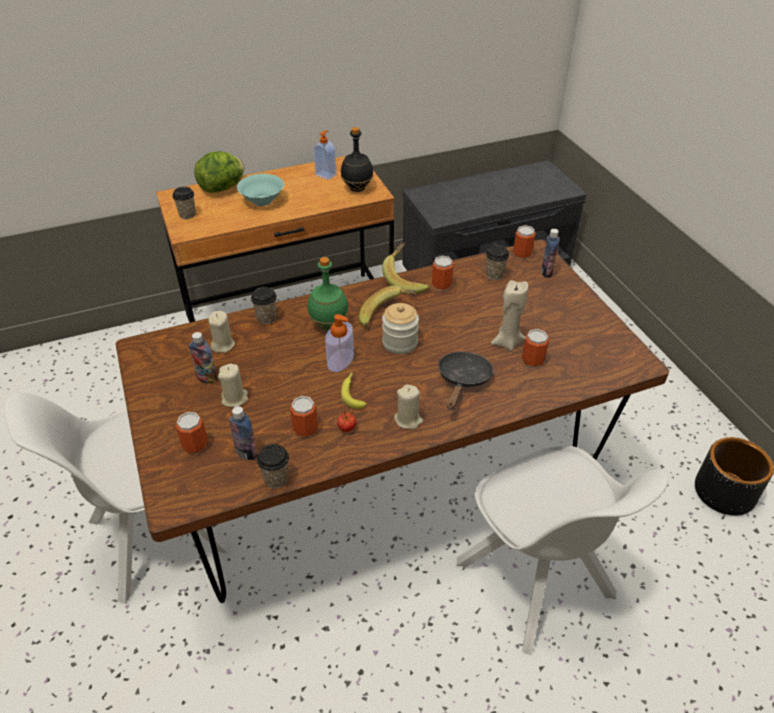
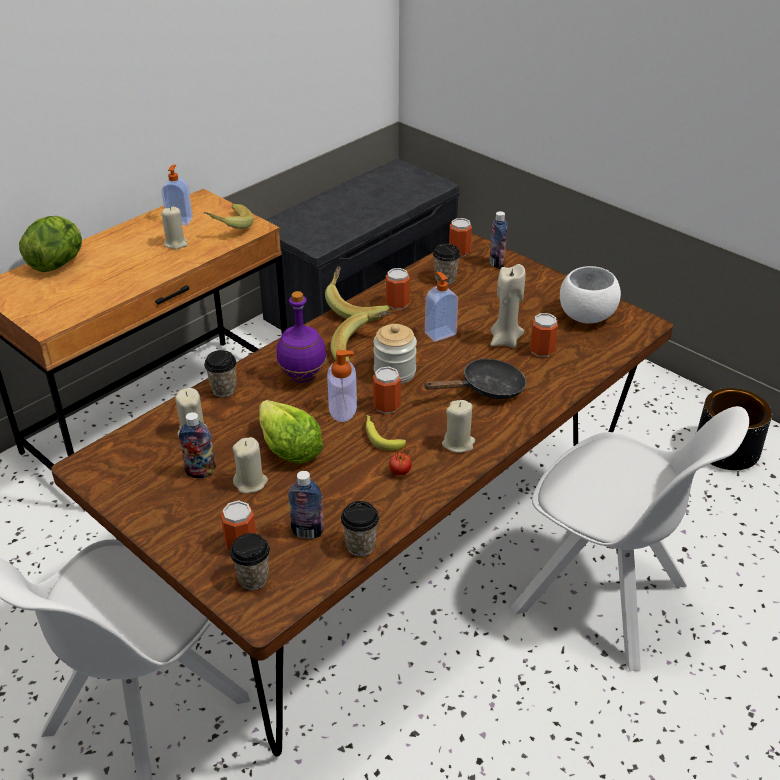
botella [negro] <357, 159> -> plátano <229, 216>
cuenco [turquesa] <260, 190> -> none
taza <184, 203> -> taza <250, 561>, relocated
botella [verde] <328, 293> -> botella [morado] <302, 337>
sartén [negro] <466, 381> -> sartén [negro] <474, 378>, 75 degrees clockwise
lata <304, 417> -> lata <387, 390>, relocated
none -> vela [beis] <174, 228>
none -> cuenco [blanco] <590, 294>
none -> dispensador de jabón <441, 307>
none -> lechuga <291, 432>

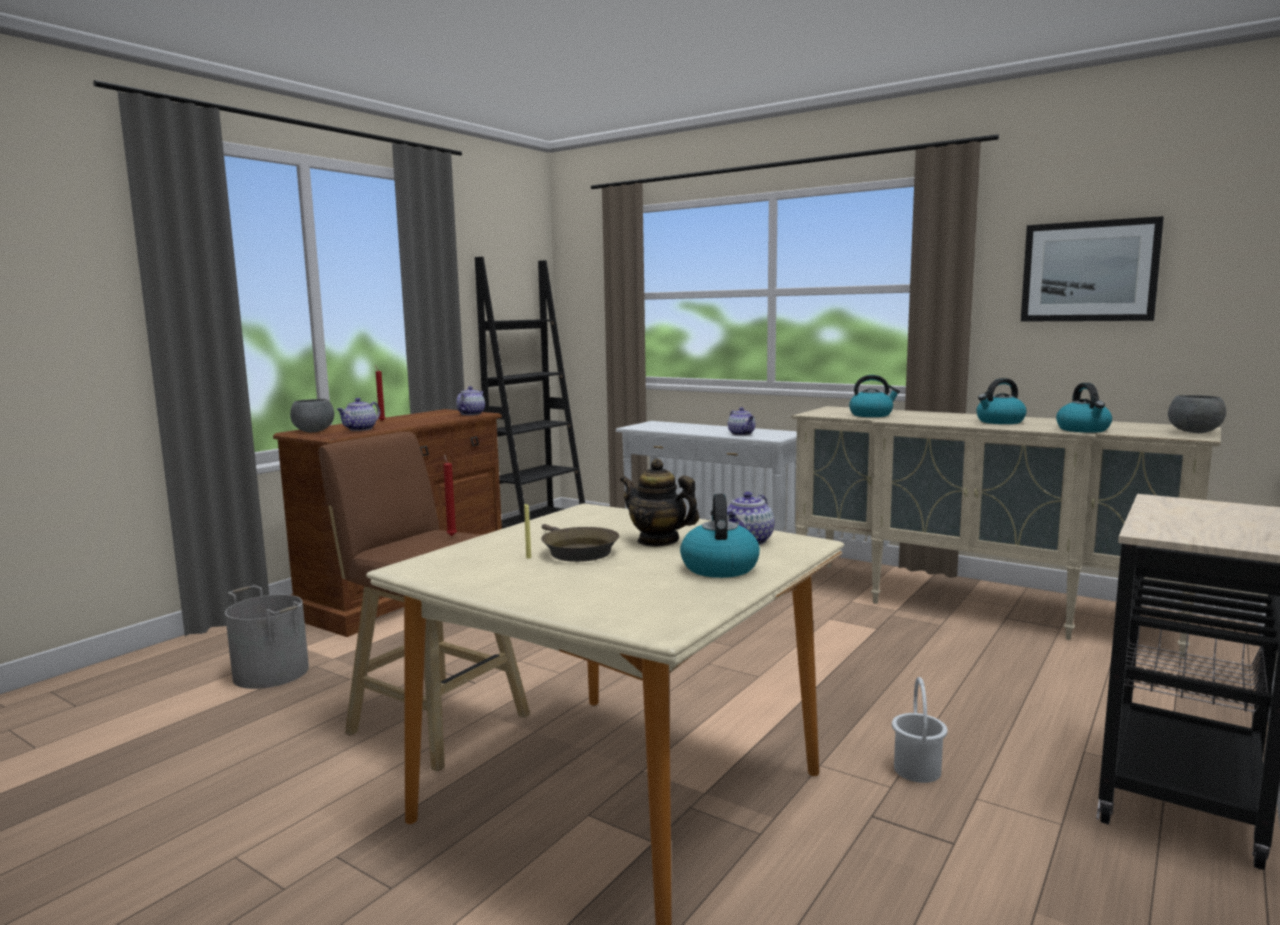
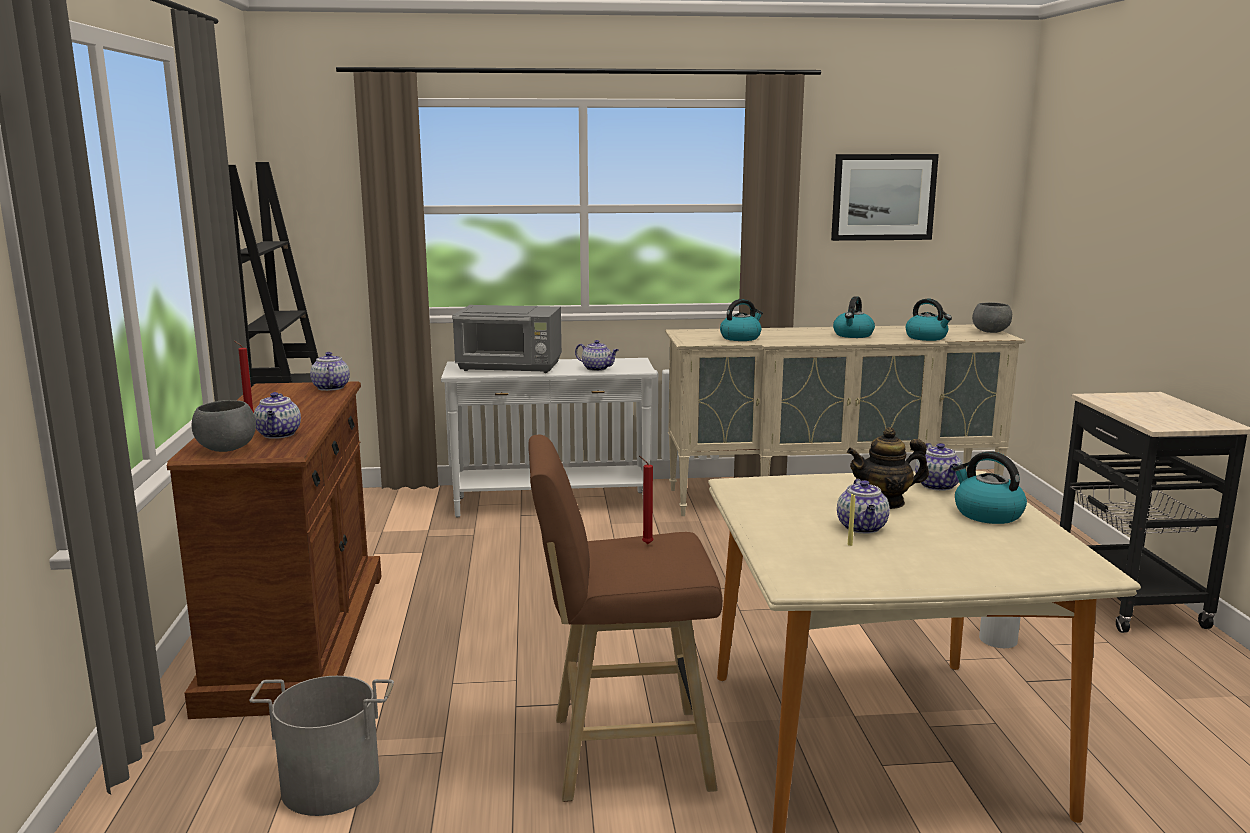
sartén [marrón] <580, 543> -> tetera <863, 506>
none -> microondas [gris] <507, 339>

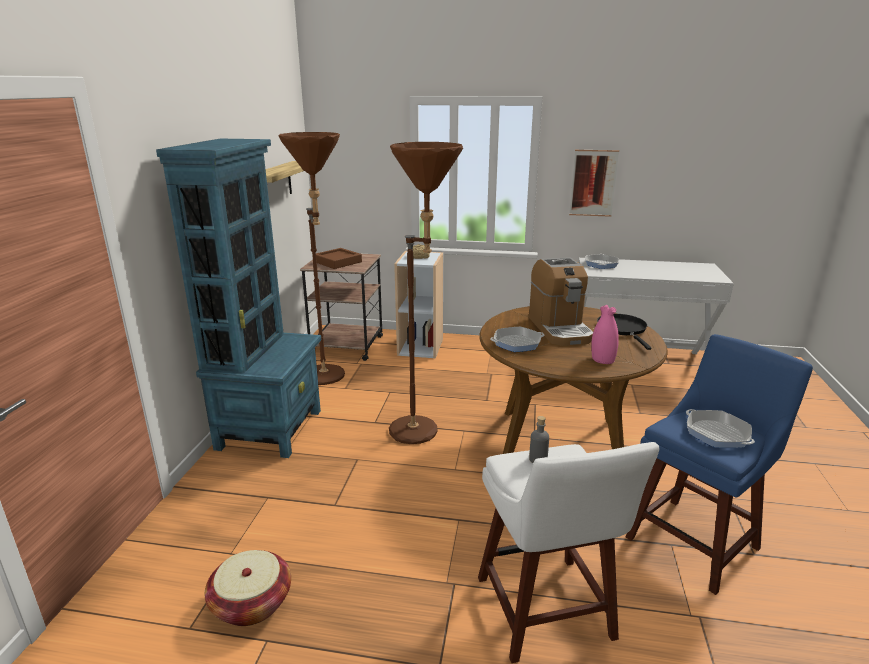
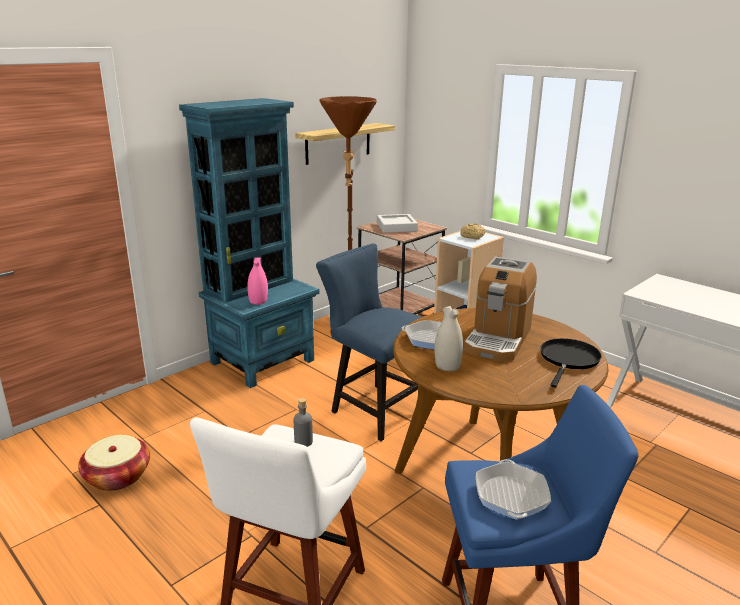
lámpara de pie [marrón] <426, 293> -> silla [azul] <369, 342>
cuadro <594, 183> -> none
bandeja [marrón] <339, 258> -> bandeja [gris] <397, 223>
sartén <602, 261> -> none
florero [rosa] <605, 334> -> florero [rosa] <257, 281>, relocated
none -> florero [blanco] <448, 338>

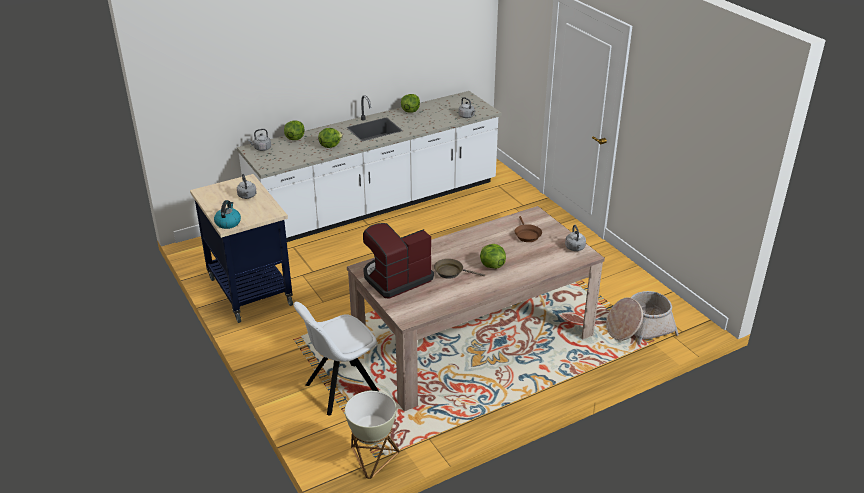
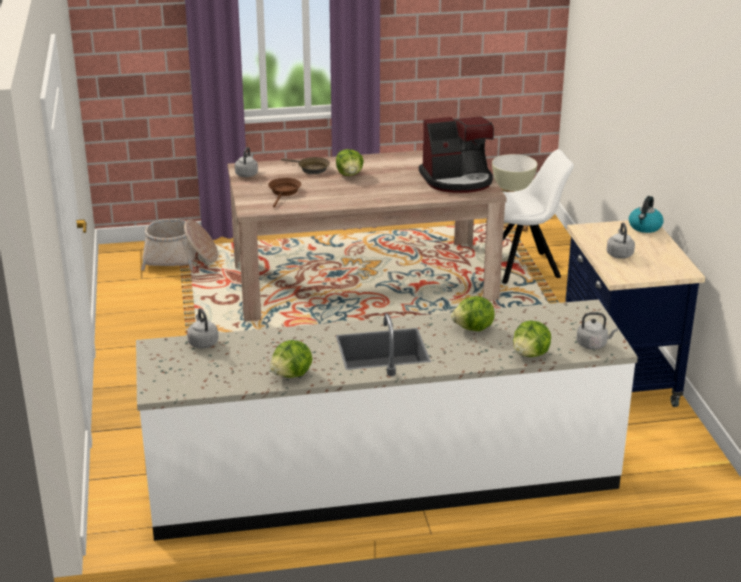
sartén [marrón] <459, 269> -> sartén [marrón] <305, 165>, relocated

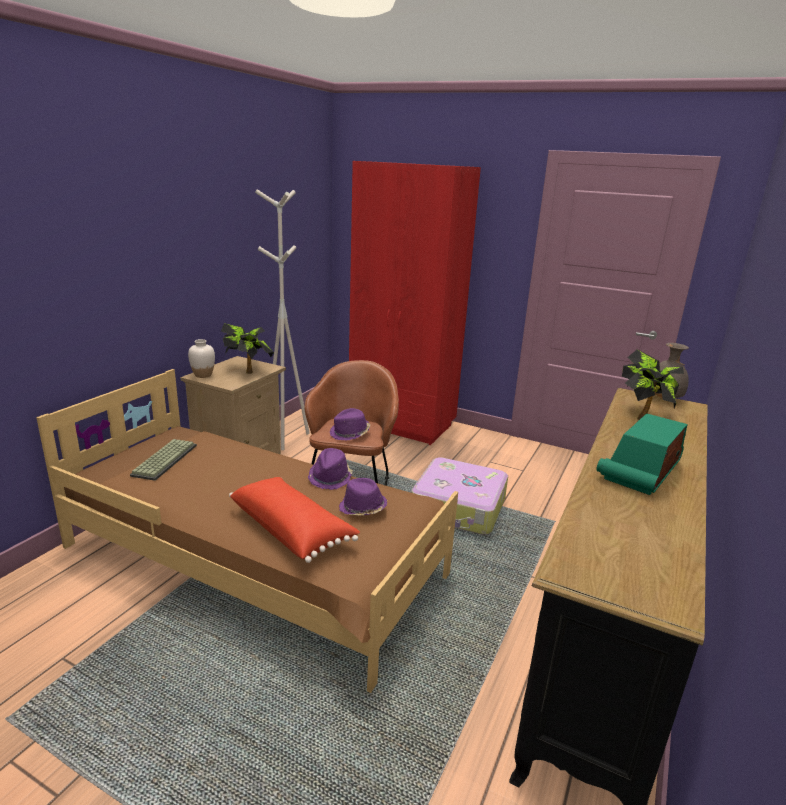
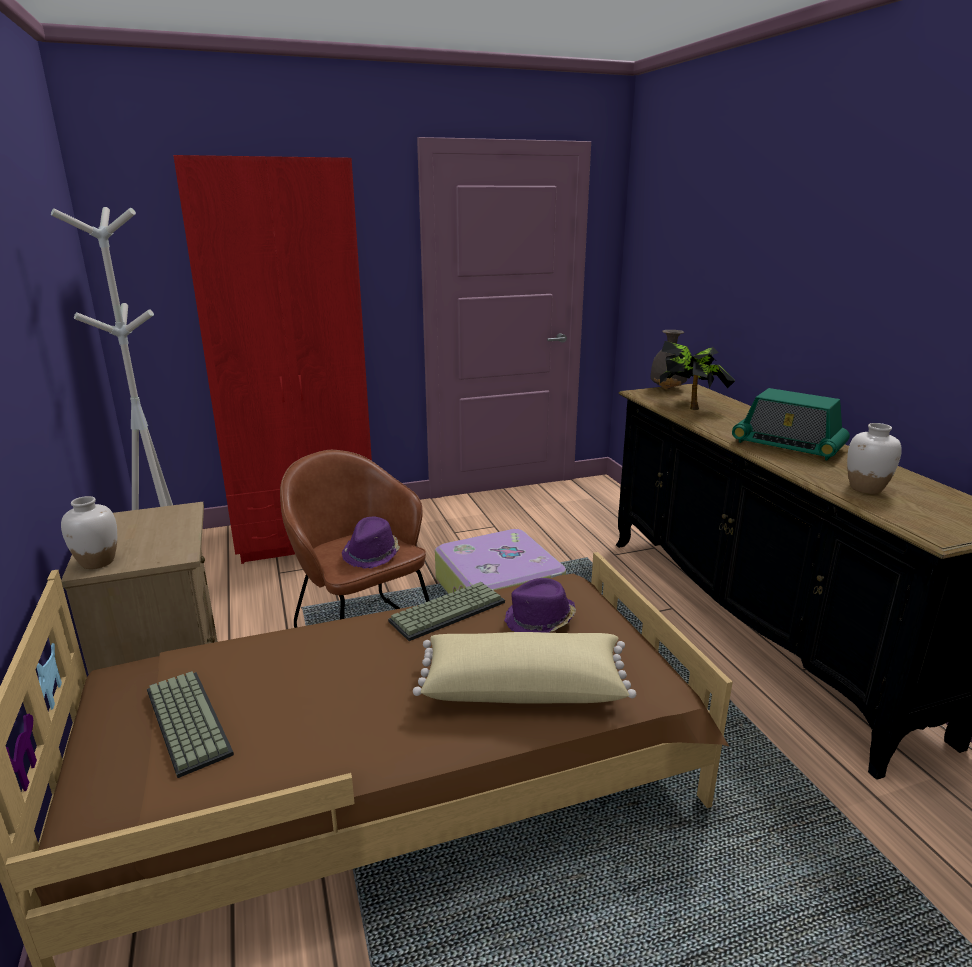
planta en maceta <247, 348> -> none
radio <642, 454> -> radio <791, 424>, 45 degrees counterclockwise
sombrero [morado] <330, 469> -> teclado <446, 611>
cojín [rojo] <294, 520> -> cojín [beis] <524, 668>
none -> florero [blanco] <874, 458>

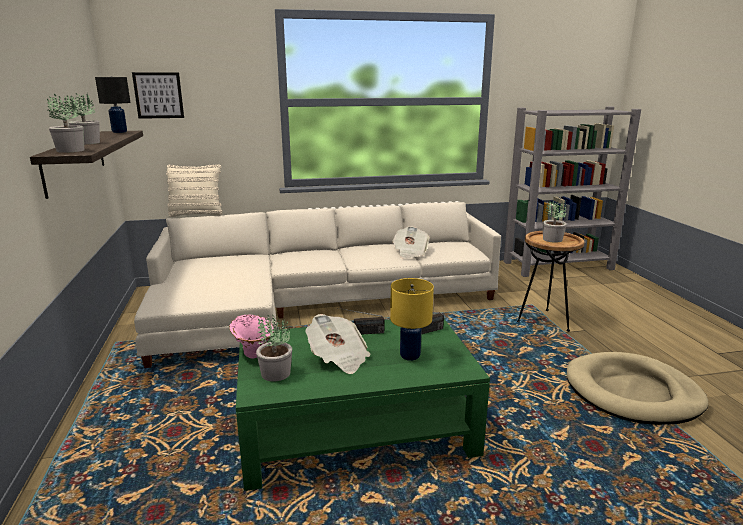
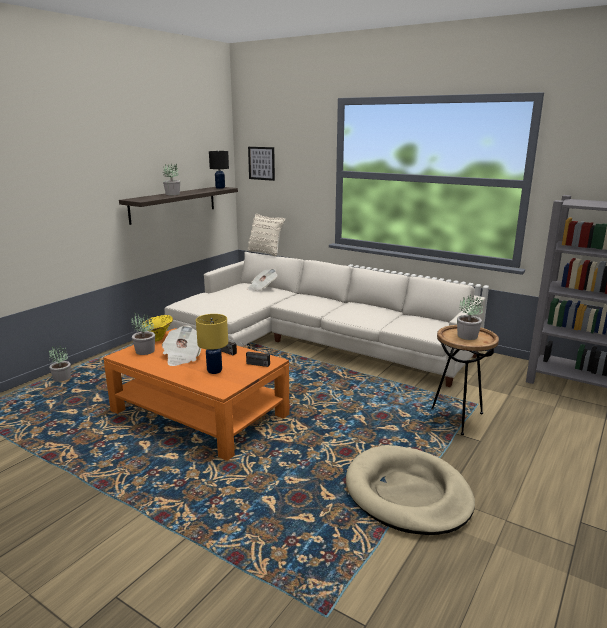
planta en maceta <65, 123> -> planta en maceta <60, 363>, relocated
periódico <411, 242> -> periódico <262, 280>, relocated
florero [rosa] <251, 336> -> florero [amarillo] <157, 328>
mesa de centro [verde] <363, 405> -> mesa de centro [naranja] <196, 394>

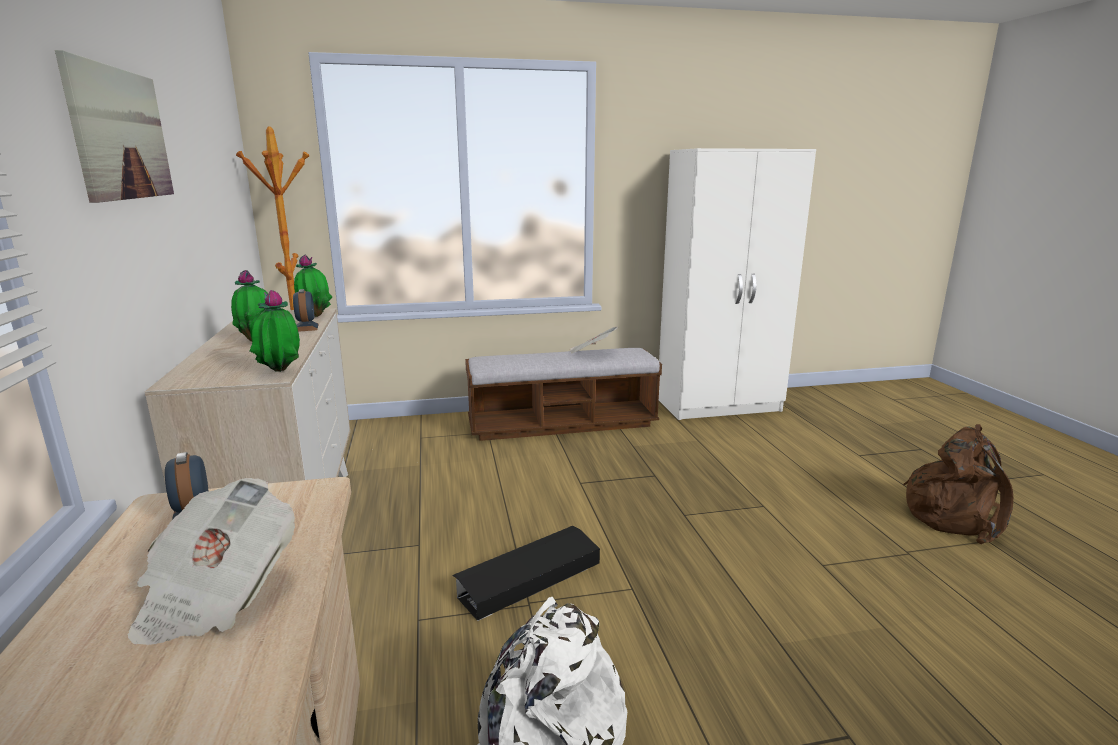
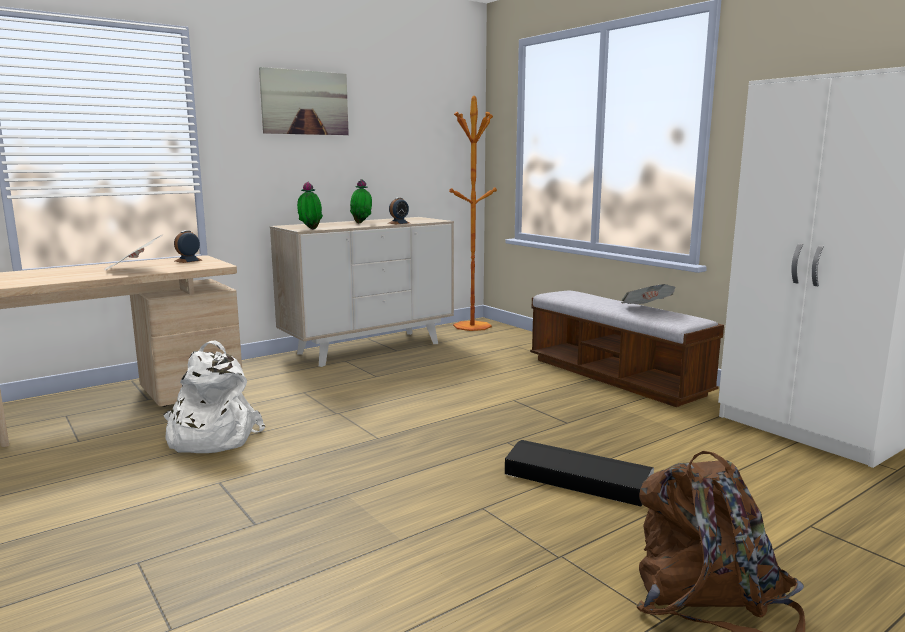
planta en maceta <313, 286> -> none
caja de almacenaje [negro] <526, 573> -> caja de almacenaje [negro] <579, 473>, relocated

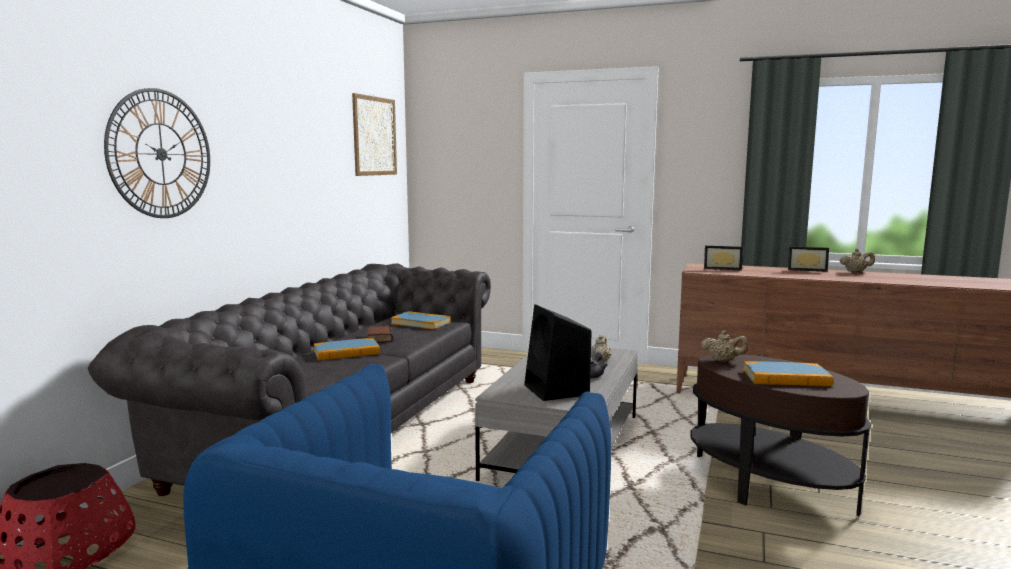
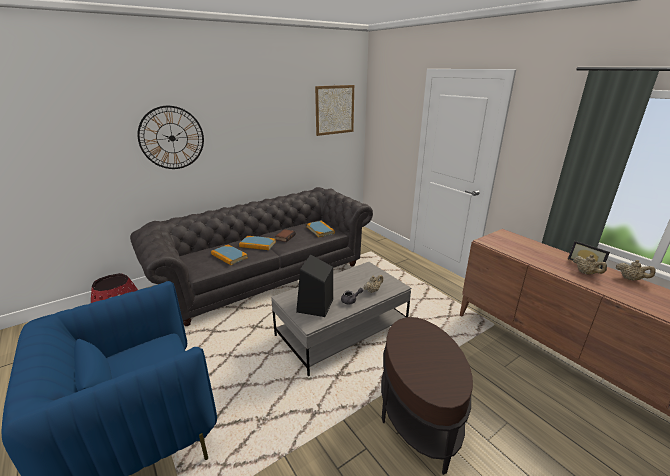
portarretratos <723, 258> -> none
tetera [beis] <724, 346> -> tetera [beis] <590, 265>, relocated
libro <788, 373> -> libro <229, 254>, relocated

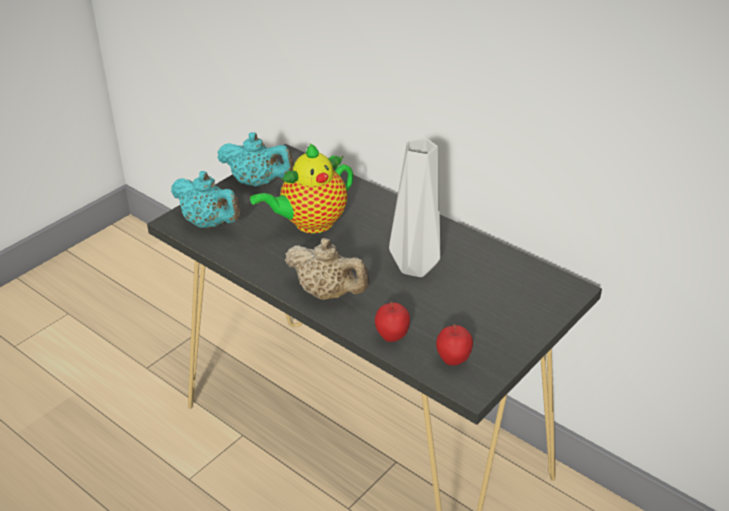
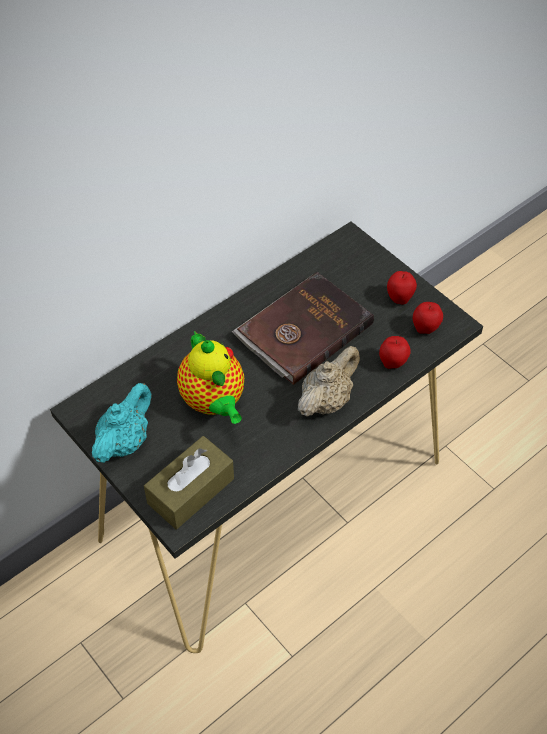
florero [gris] <414, 207> -> libro [marrón] <303, 328>
tetera [turquesa] <205, 199> -> caja de pañuelos [marrón] <189, 482>
none -> manzana <402, 288>

